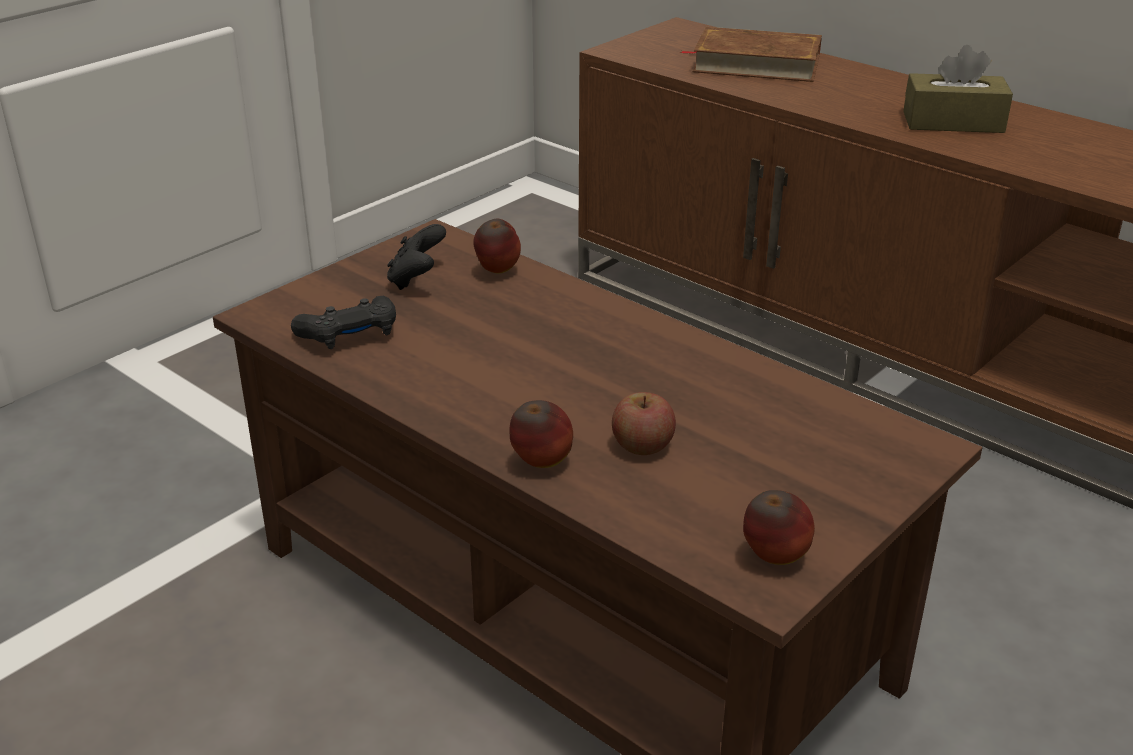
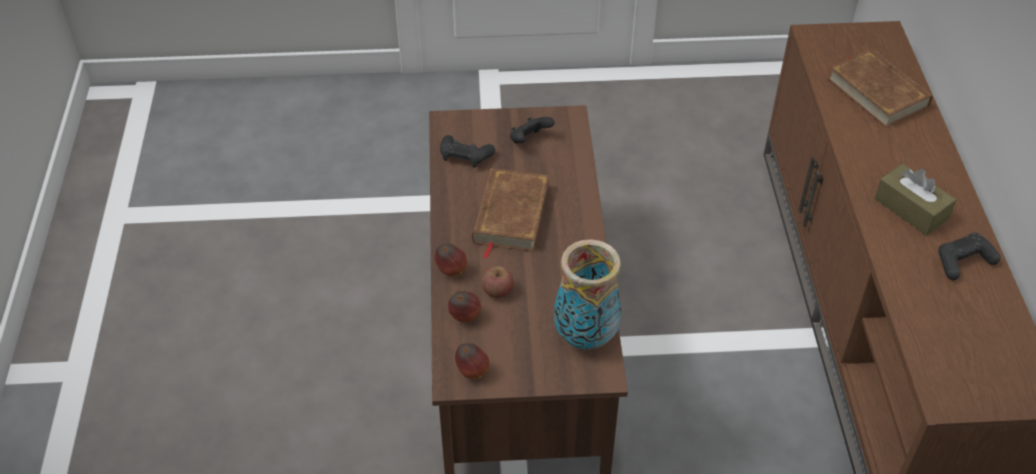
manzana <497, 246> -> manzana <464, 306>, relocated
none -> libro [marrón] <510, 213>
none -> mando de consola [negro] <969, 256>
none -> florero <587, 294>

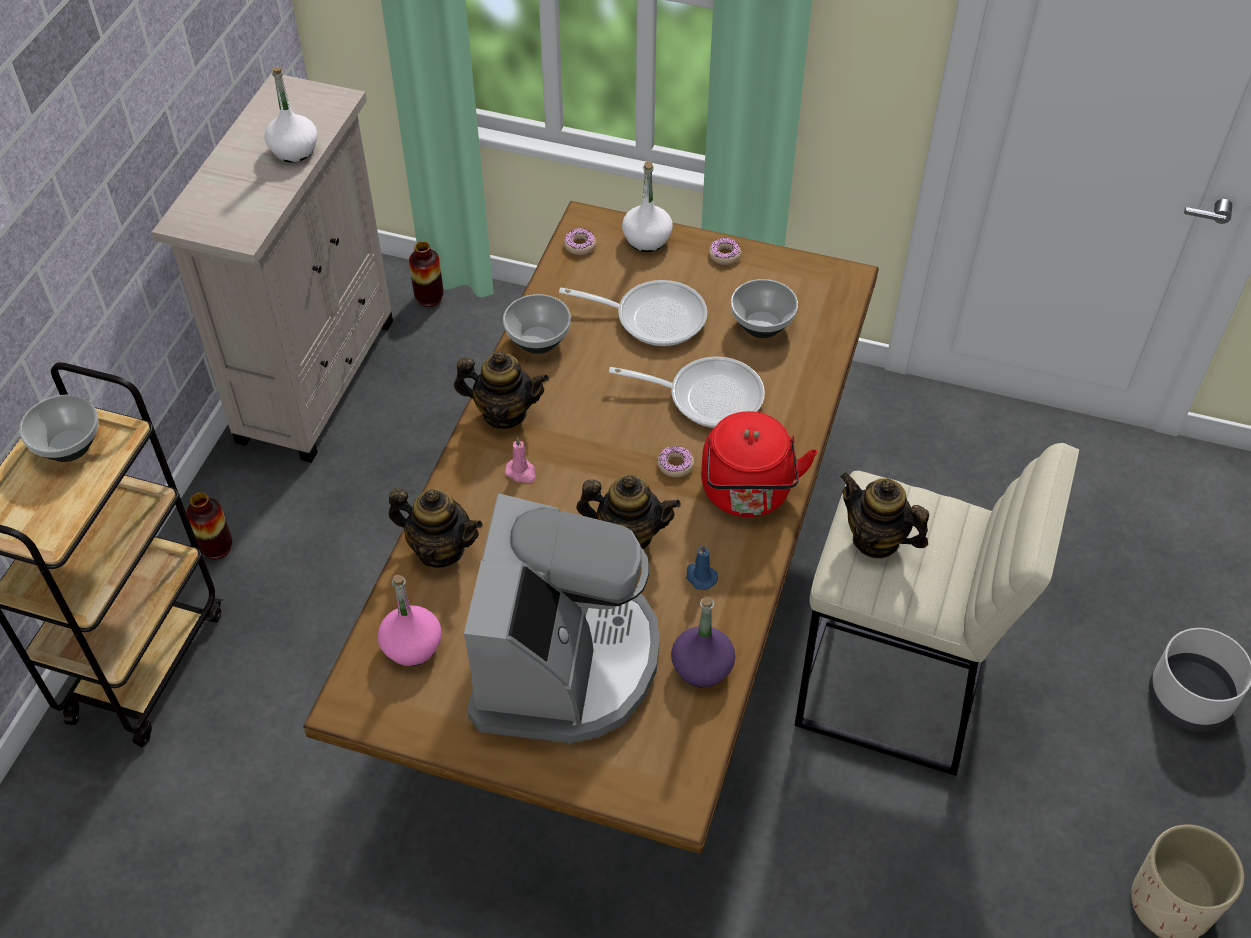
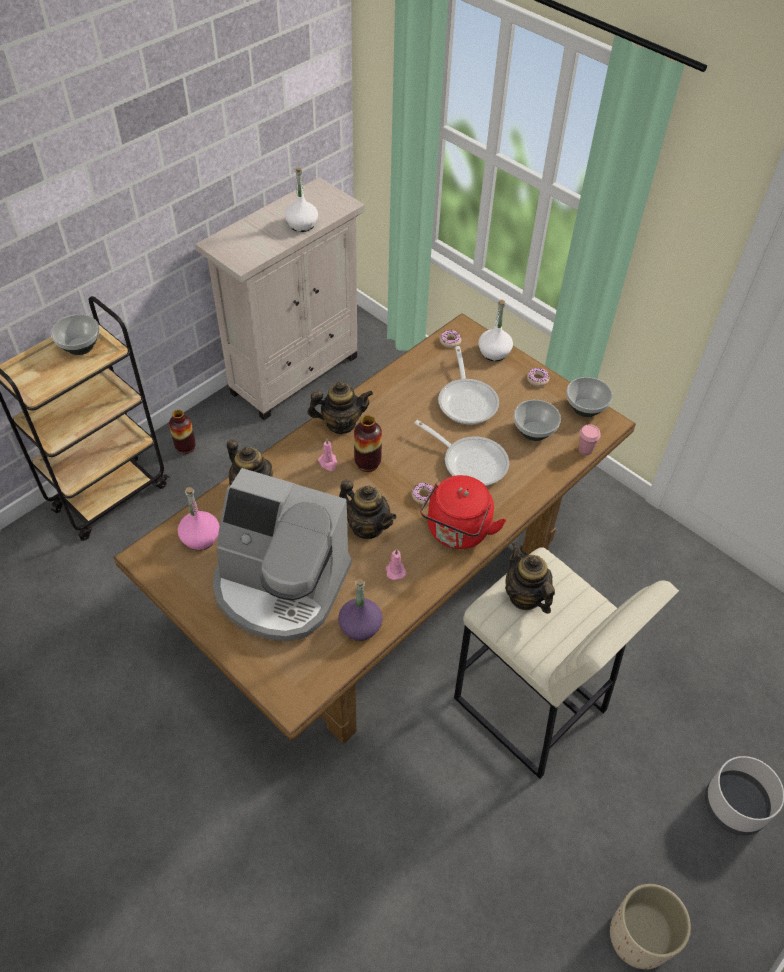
florero <426, 274> -> florero <368, 443>, relocated
sartén <633, 313> -> sartén <468, 385>, 45 degrees clockwise
cuenco <537, 324> -> cuenco <589, 397>, relocated
tetera <501, 390> -> tetera <340, 407>, 45 degrees counterclockwise
cafetera <562, 618> -> cafetera <282, 554>, 75 degrees clockwise
vela [azul] <702, 567> -> vela [rosa] <396, 564>
none -> taza [rosa] <589, 439>

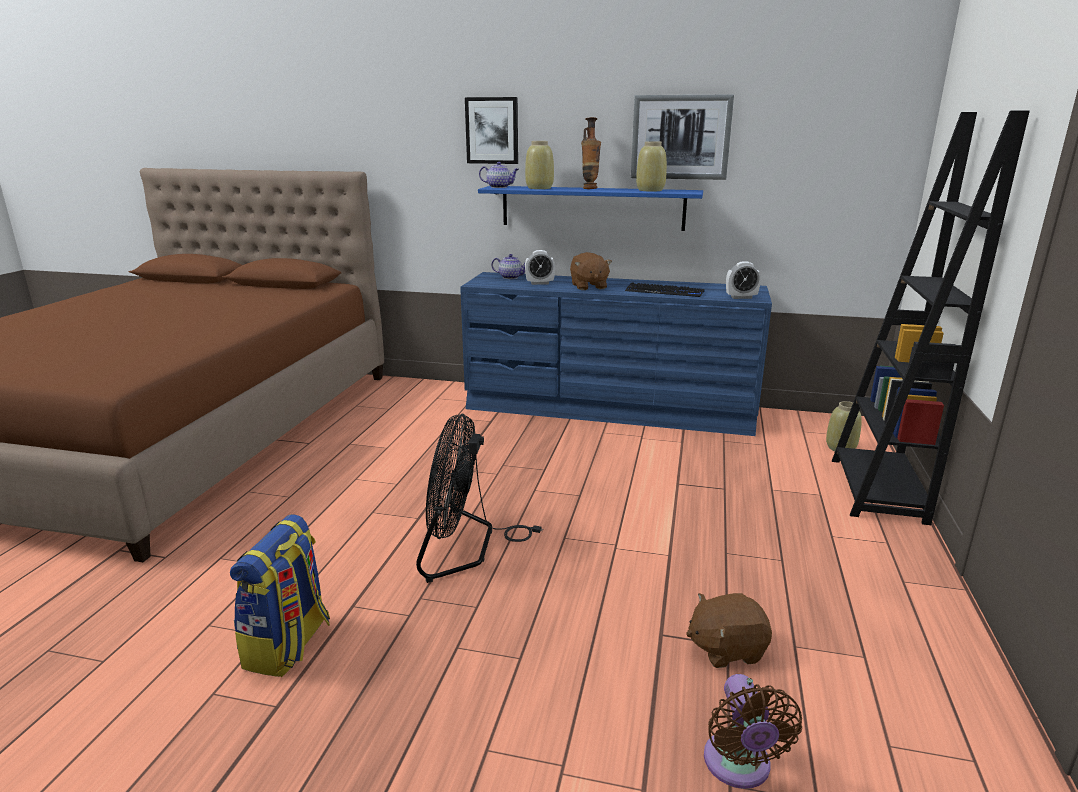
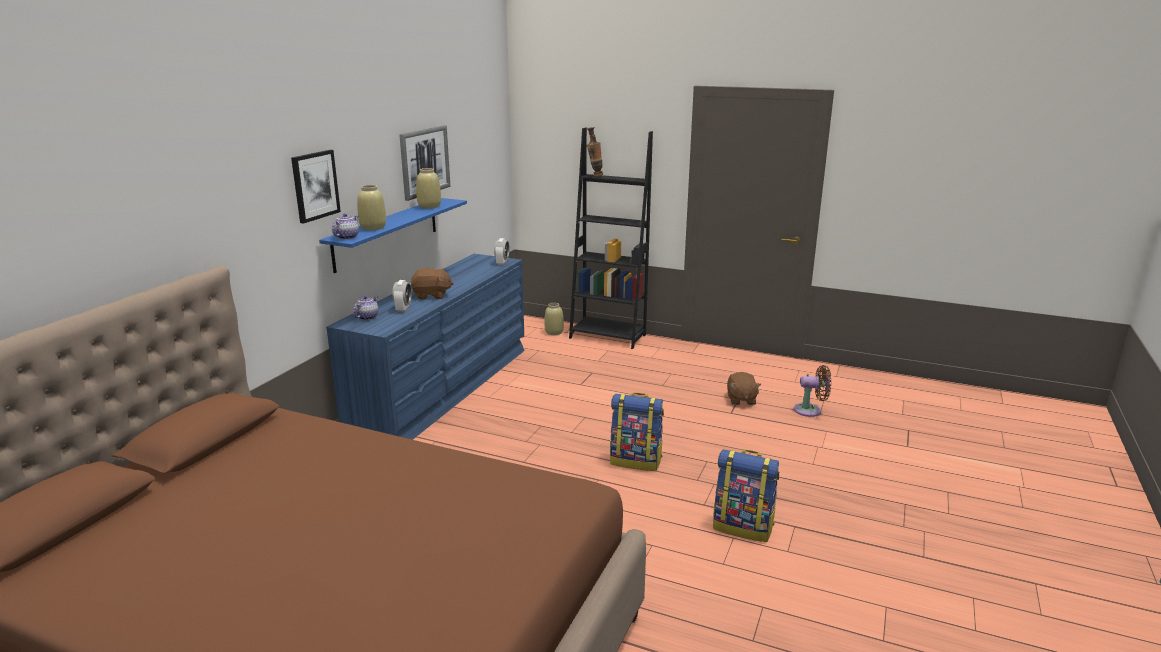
florero <591, 153> -> florero <594, 151>, relocated
teclado <665, 289> -> none
ventilador [negro] <479, 498> -> mochila <637, 432>

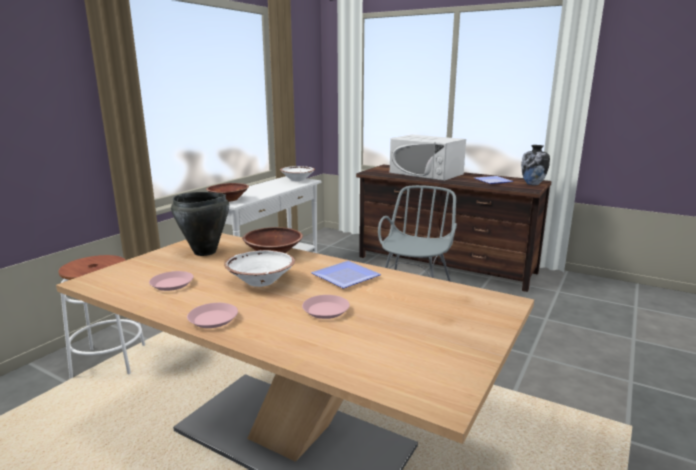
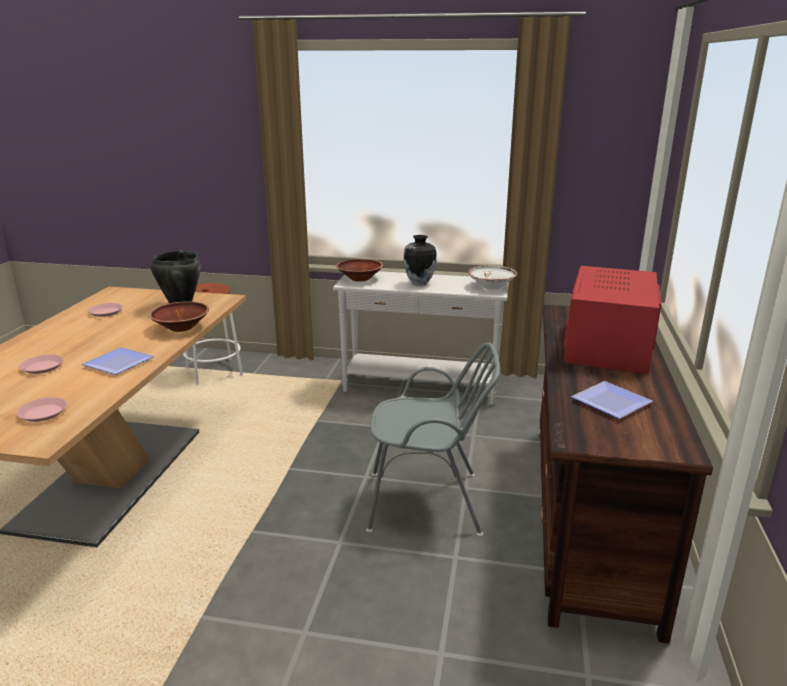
microondas [blanco] <428, 158> -> microondas [rojo] <612, 320>
florero <535, 165> -> florero <420, 260>, relocated
cuenco [blanco] <259, 268> -> none
plato [rosa] <212, 315> -> plato [rosa] <41, 409>, relocated

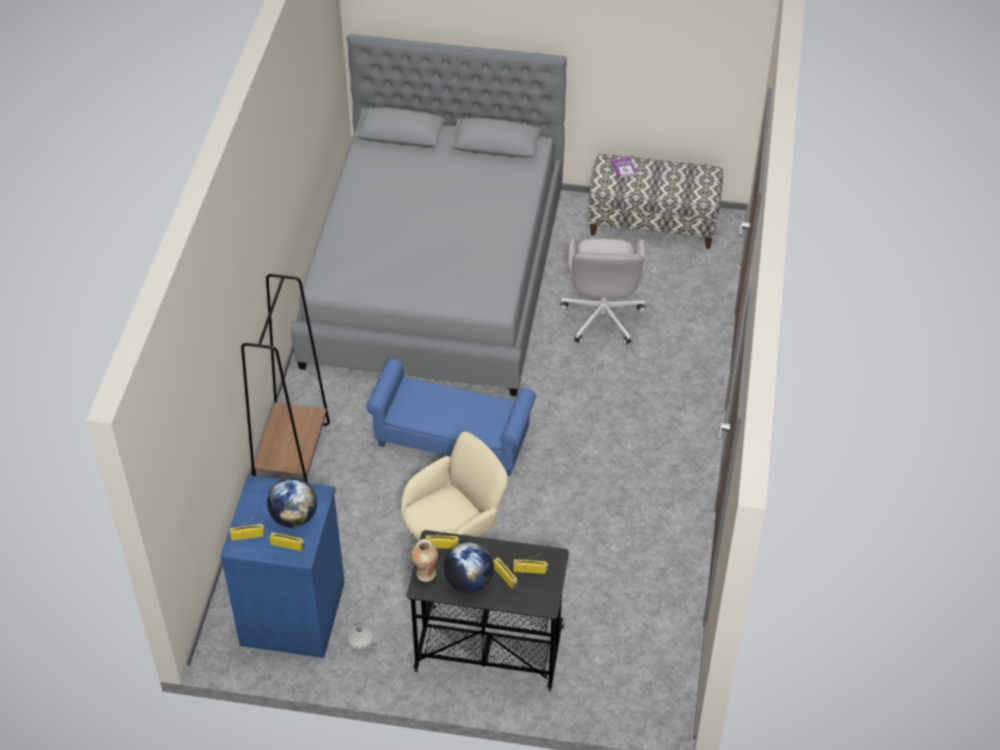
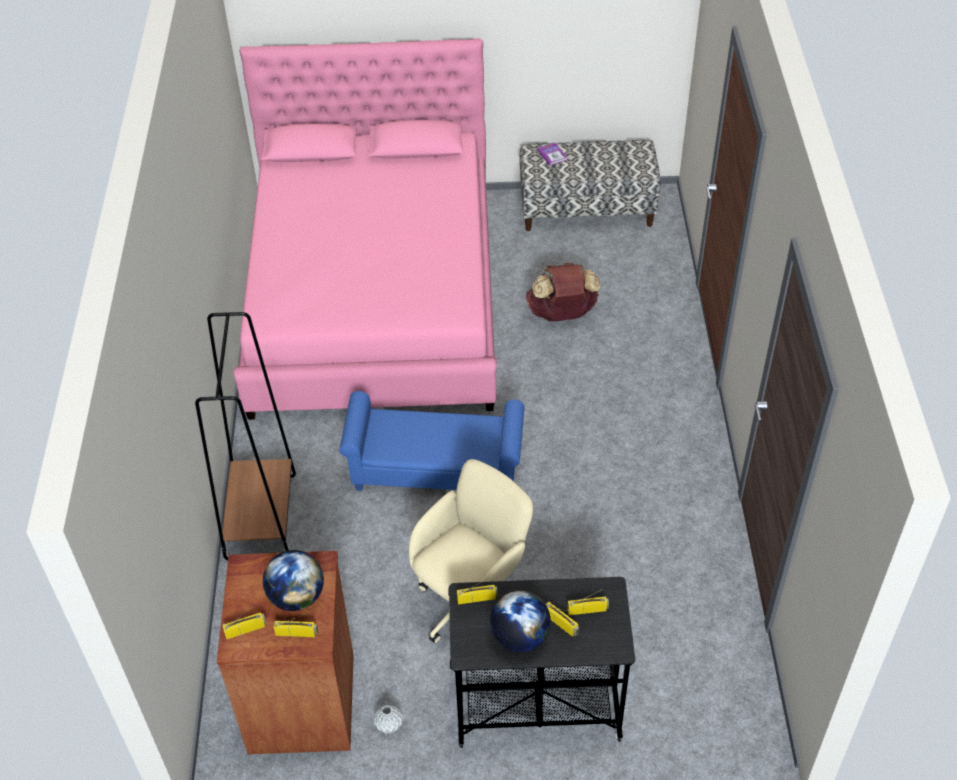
cama [gris] <429, 215> -> cama [rosa] <365, 229>
silla de oficina [gris] <603, 290> -> mochila [marrón] <563, 291>
cómoda [azul] <282, 566> -> cómoda [marrón] <285, 652>
florero <424, 560> -> none

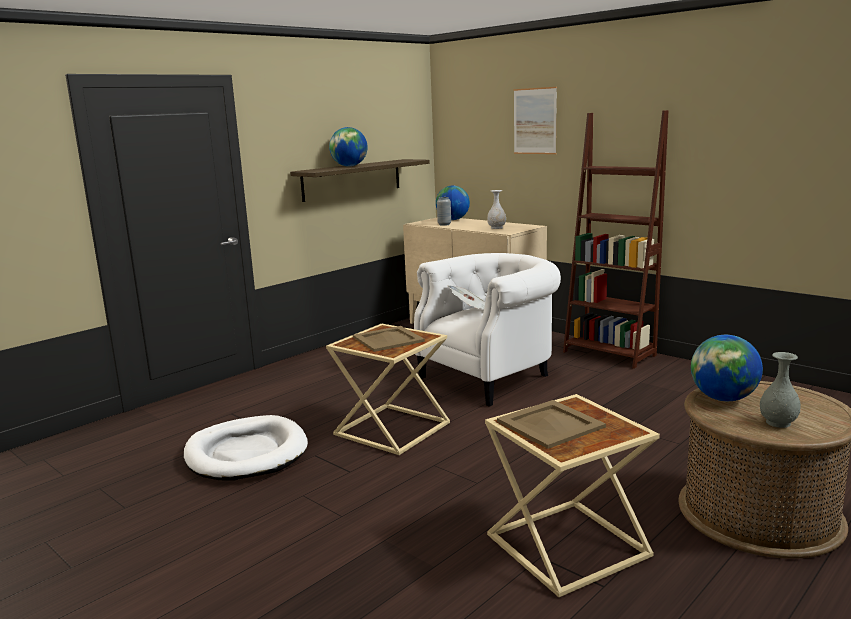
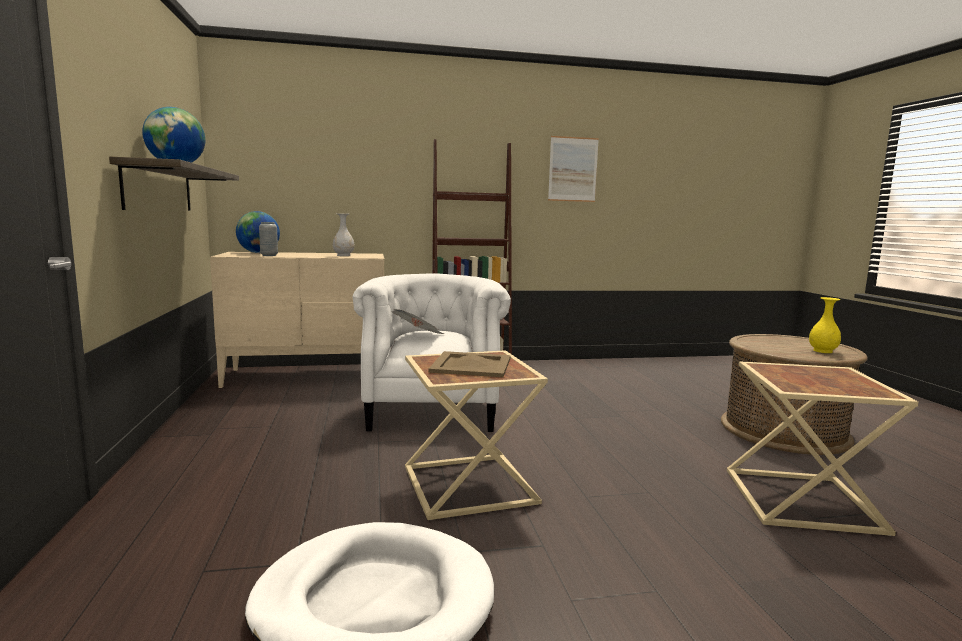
cuadro <535, 120> -> cuadro <573, 169>, relocated
globo terráqueo <727, 368> -> none
florero [gris] <780, 390> -> florero [amarillo] <825, 325>
bandeja [beis] <551, 424> -> none

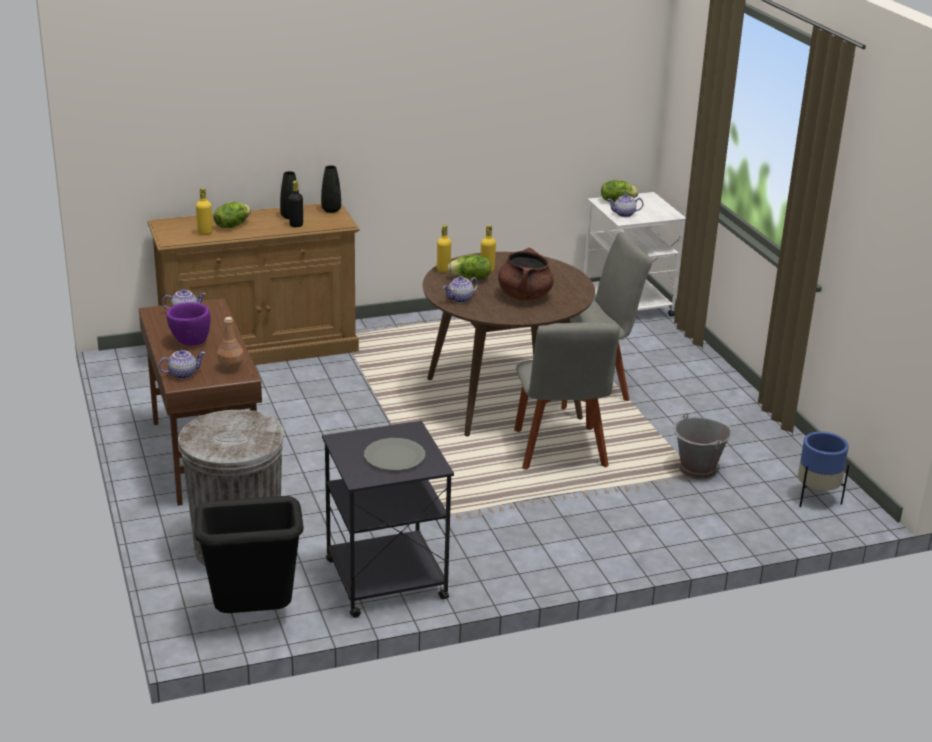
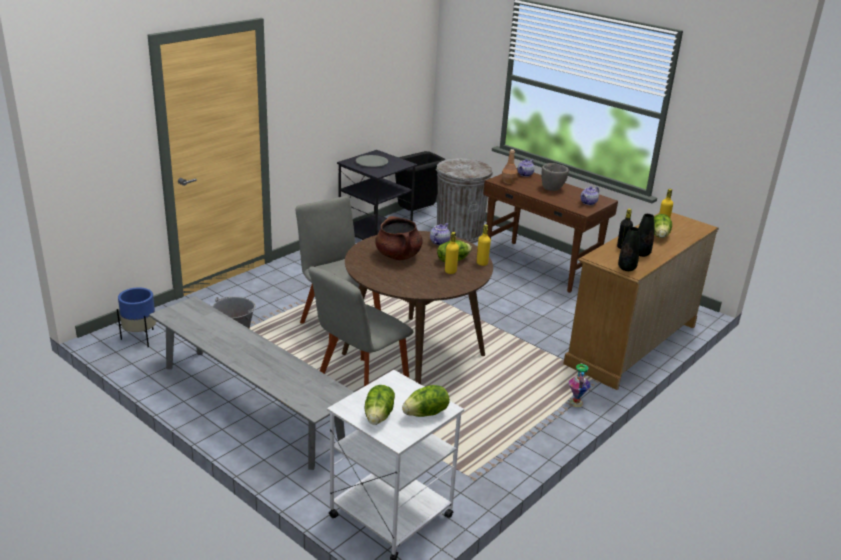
tetera <626, 205> -> none
cuenco [morado] <188, 324> -> cuenco [gris] <555, 177>
none -> banco [gris] <251, 383>
none -> florero <580, 385>
none -> lechuga <380, 405>

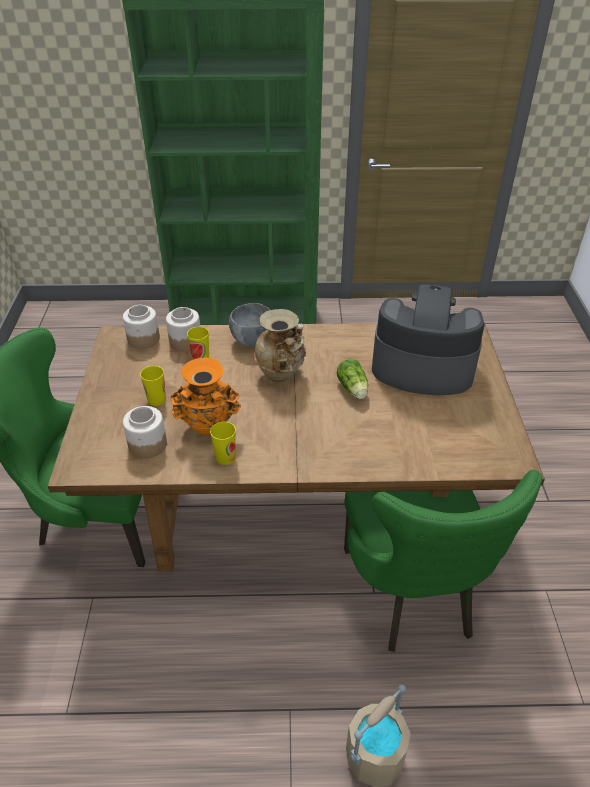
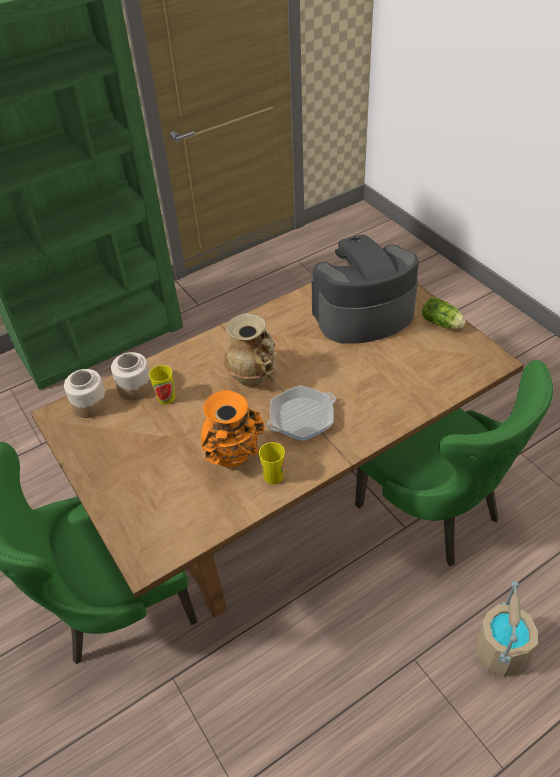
cuenco [gris] <249, 325> -> none
lechuga <352, 379> -> lechuga <444, 313>, relocated
taza <153, 386> -> none
tarro <145, 432> -> none
none -> sartén <301, 413>

